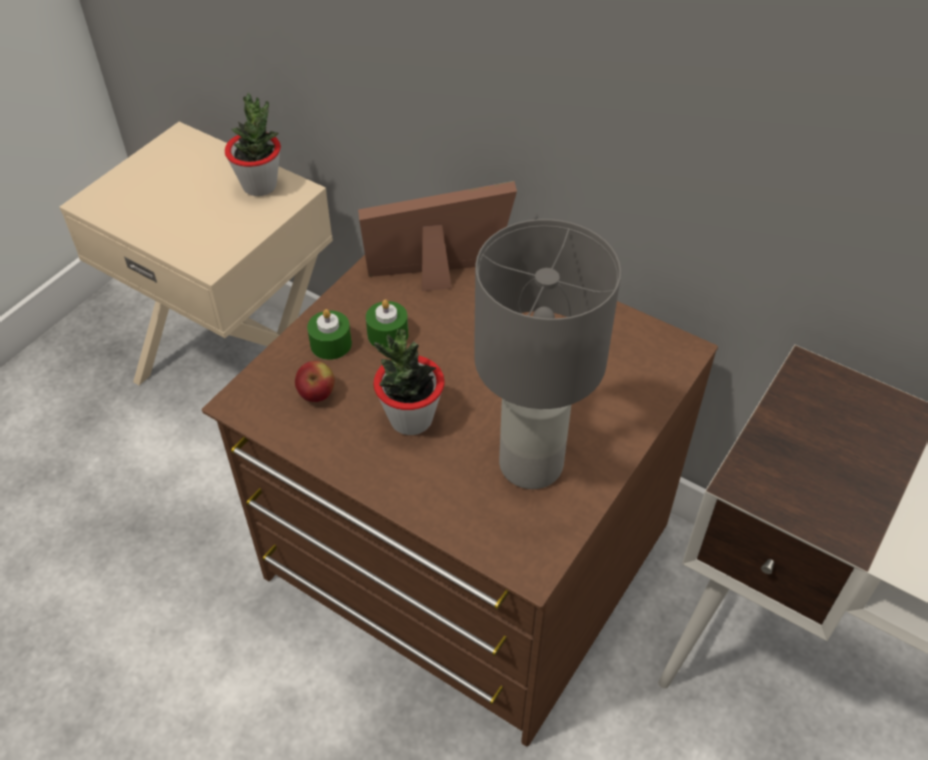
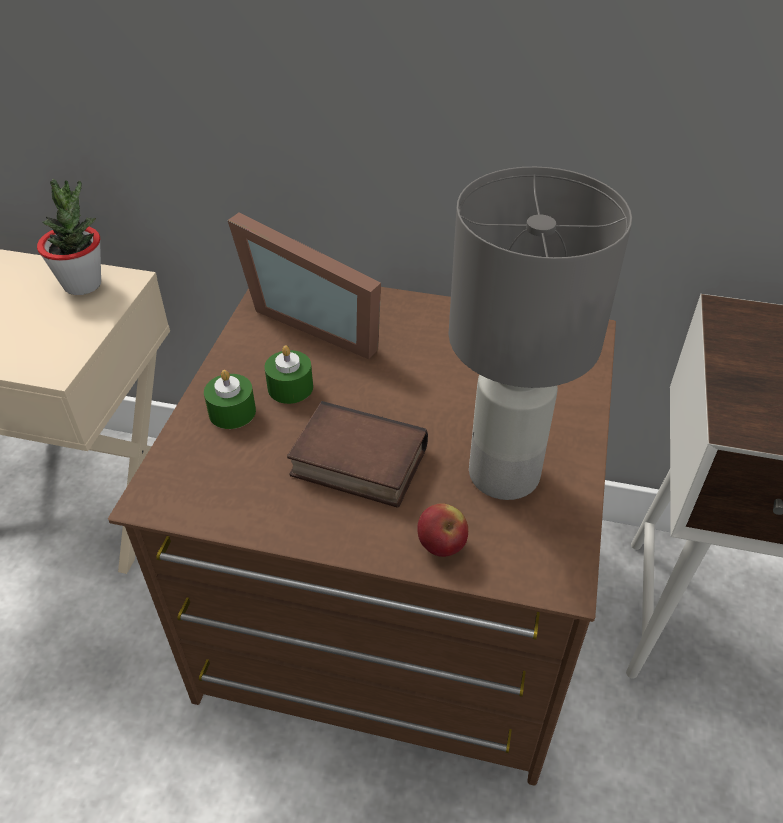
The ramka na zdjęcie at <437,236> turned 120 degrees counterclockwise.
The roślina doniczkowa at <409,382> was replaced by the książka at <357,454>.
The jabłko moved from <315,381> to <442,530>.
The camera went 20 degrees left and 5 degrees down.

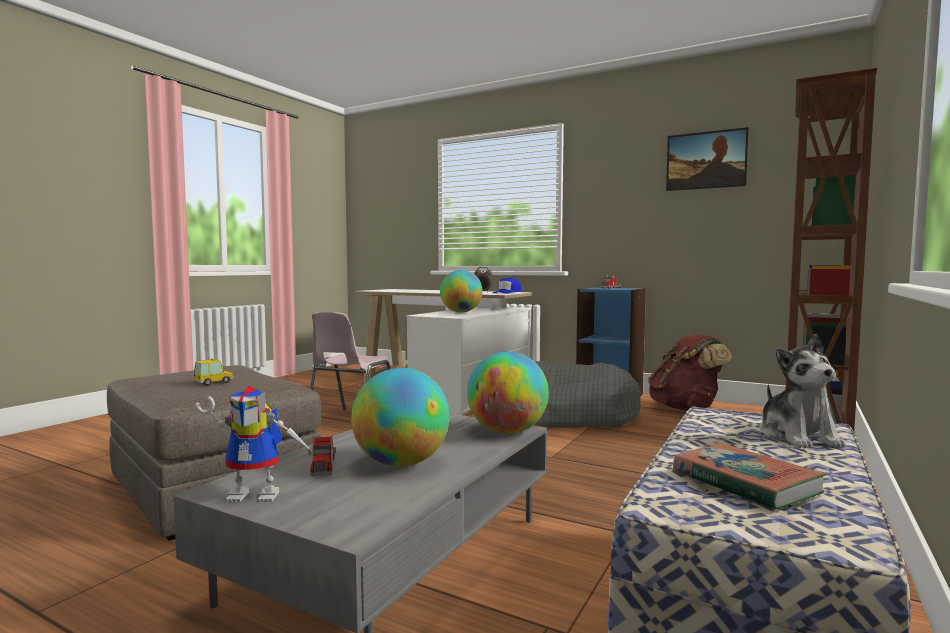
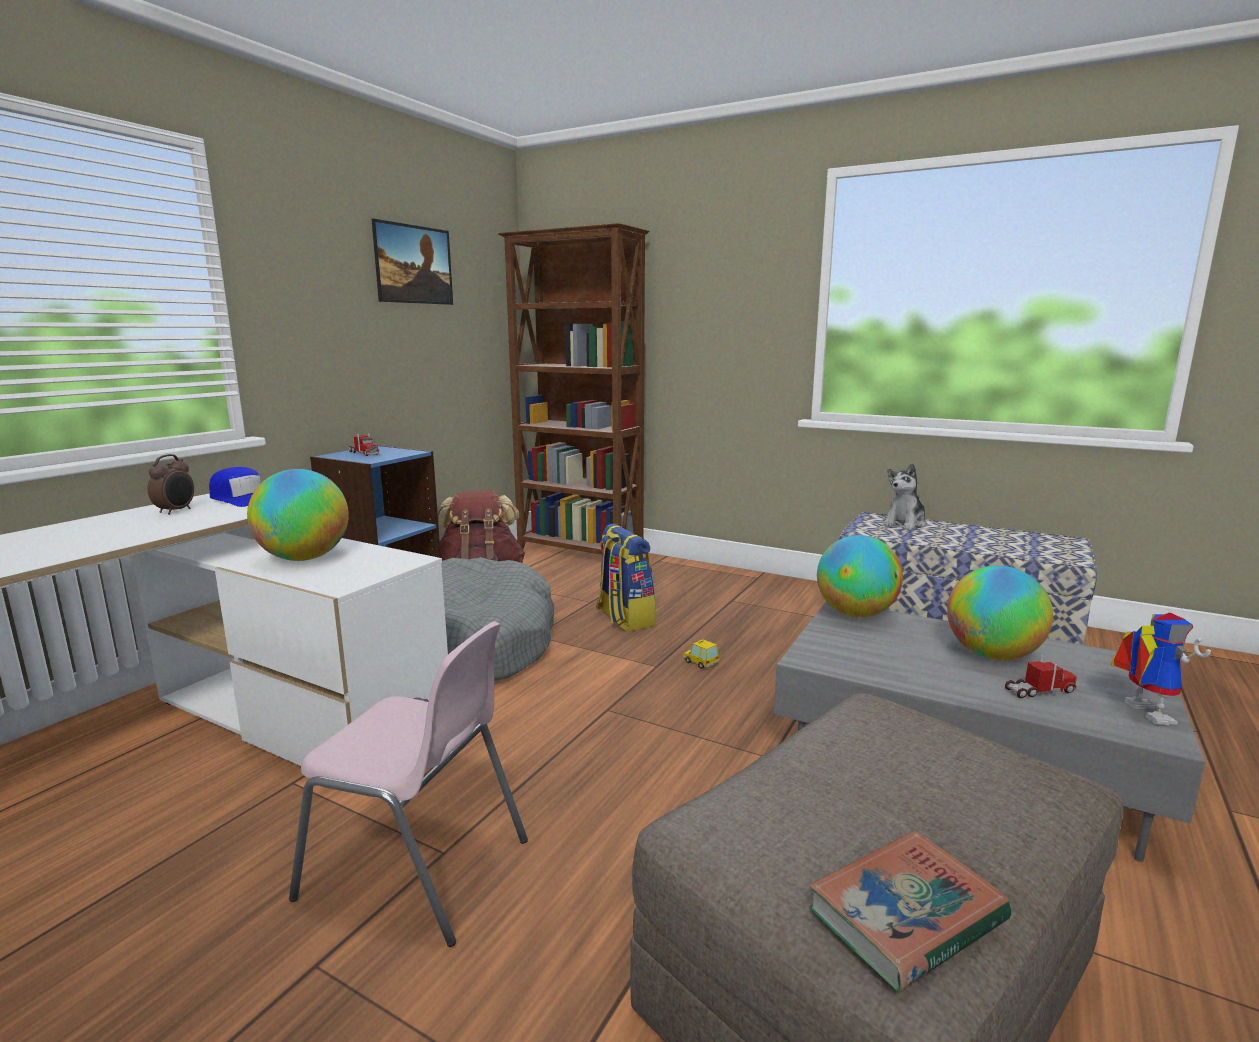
The plecak at <625,577> appeared.
The samochodzik moved from <213,372> to <701,654>.
The książka moved from <749,477> to <910,911>.
The pluszak at <803,391> turned 135 degrees clockwise.
The camera went 90 degrees left and 10 degrees up.

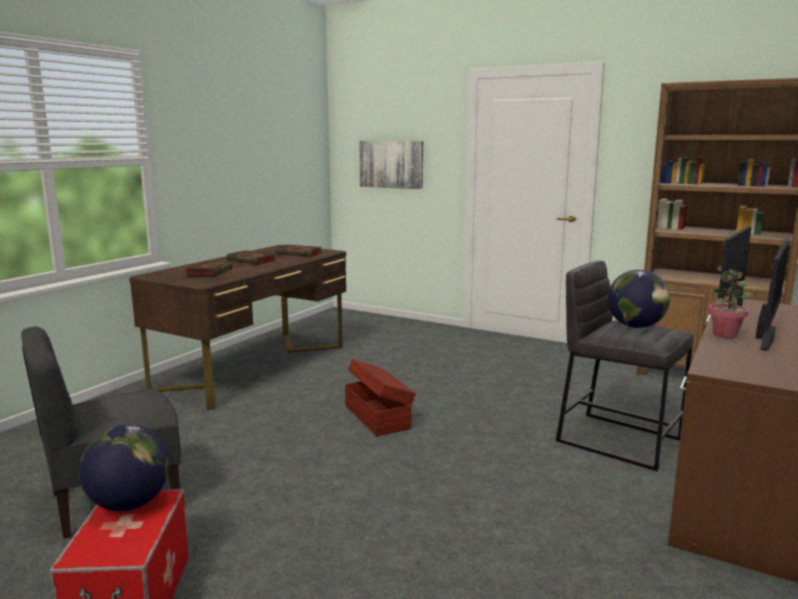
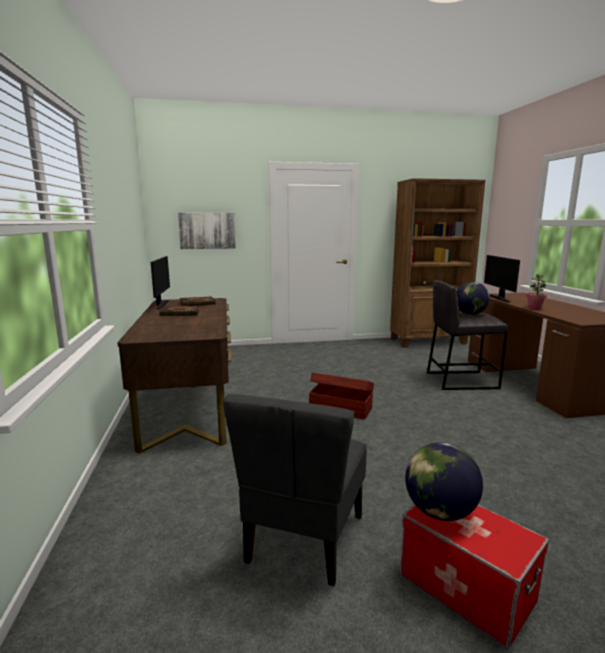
The monitor moved from <772,295> to <160,282>.
The książka at <209,268> disappeared.
The camera went 40 degrees left and 0 degrees up.

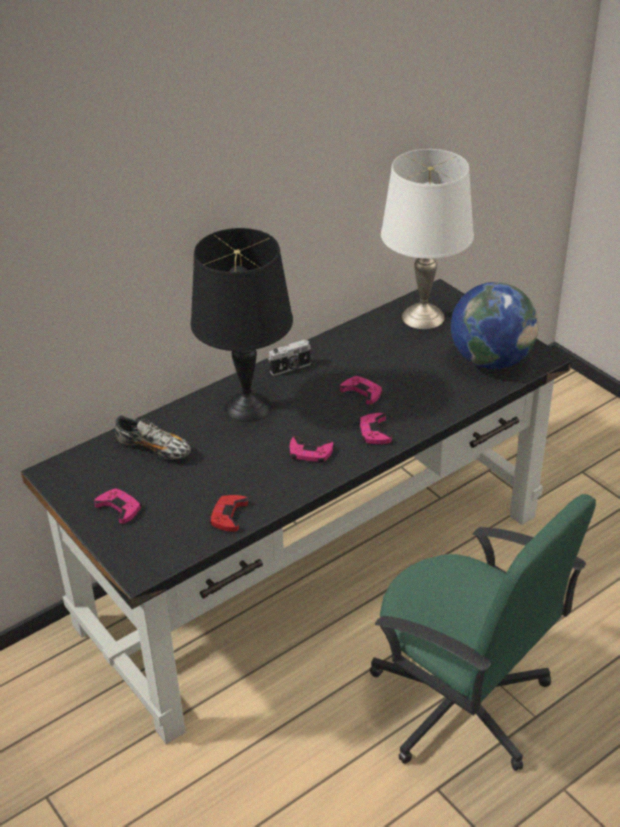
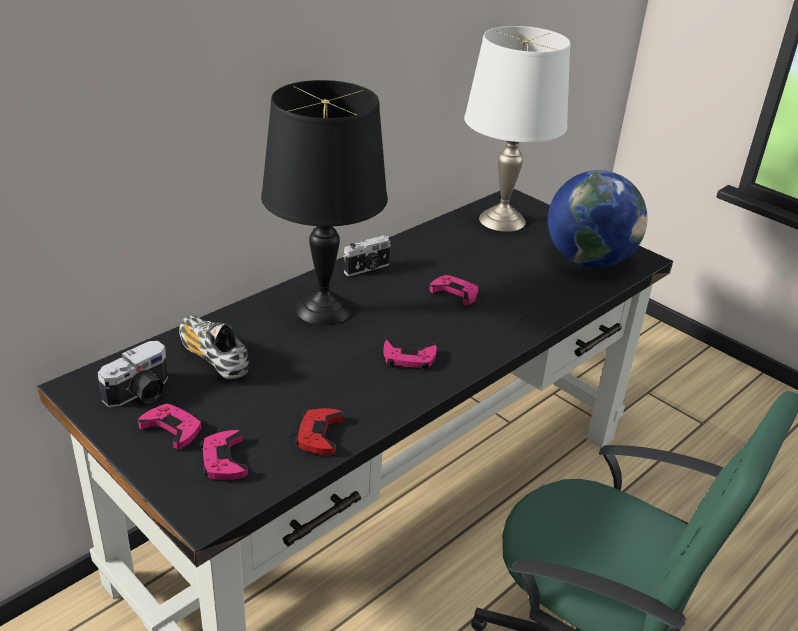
The aparat fotograficzny at <133,374> appeared.
The but at <153,437> turned 150 degrees counterclockwise.
The pad do gier [różowy] moved from <375,428> to <224,455>.
The camera went 10 degrees left and 5 degrees down.

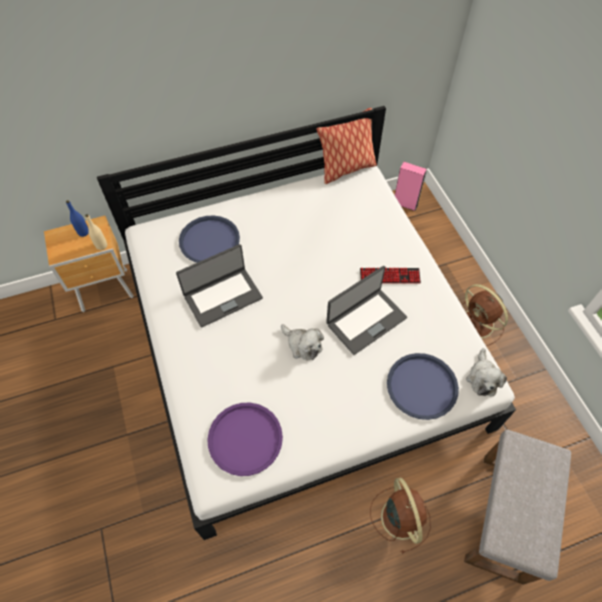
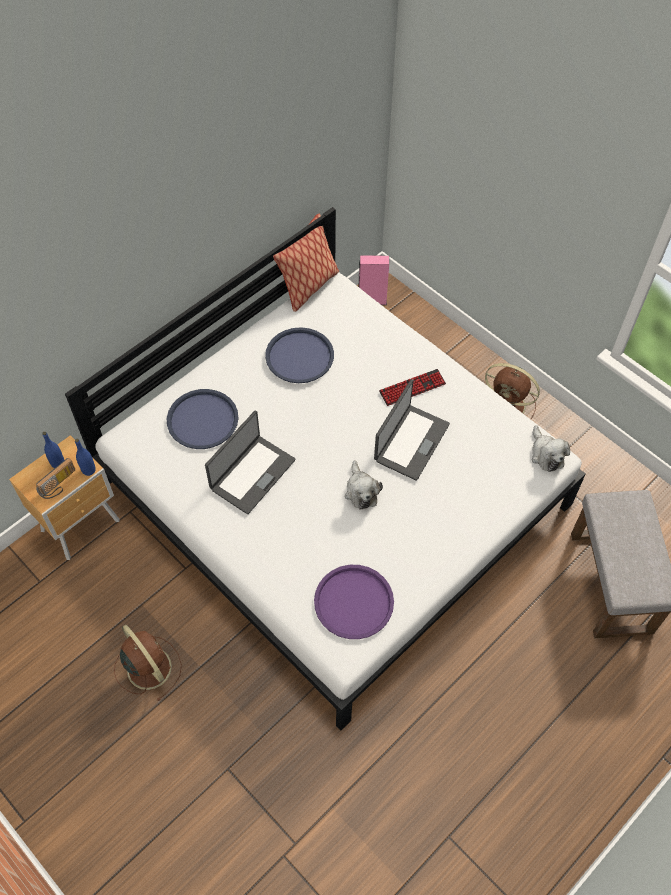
The radio at <55,478> appeared.
The butelka [beżowy] at <96,232> became the butelka [niebieski] at <85,457>.
The wentylator [brązowy] moved from <400,515> to <148,663>.
The taca [niebieski] moved from <423,386> to <299,355>.
The pluszak at <302,342> turned 60 degrees clockwise.
The camera went 25 degrees left and 0 degrees up.

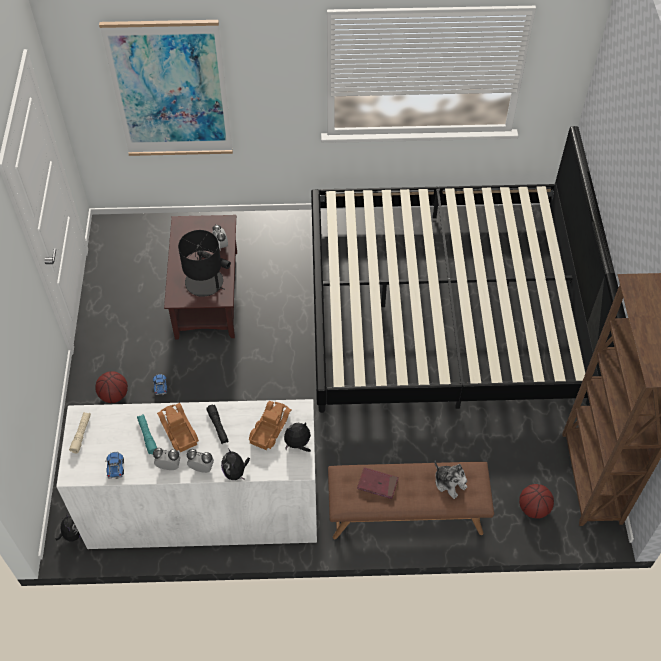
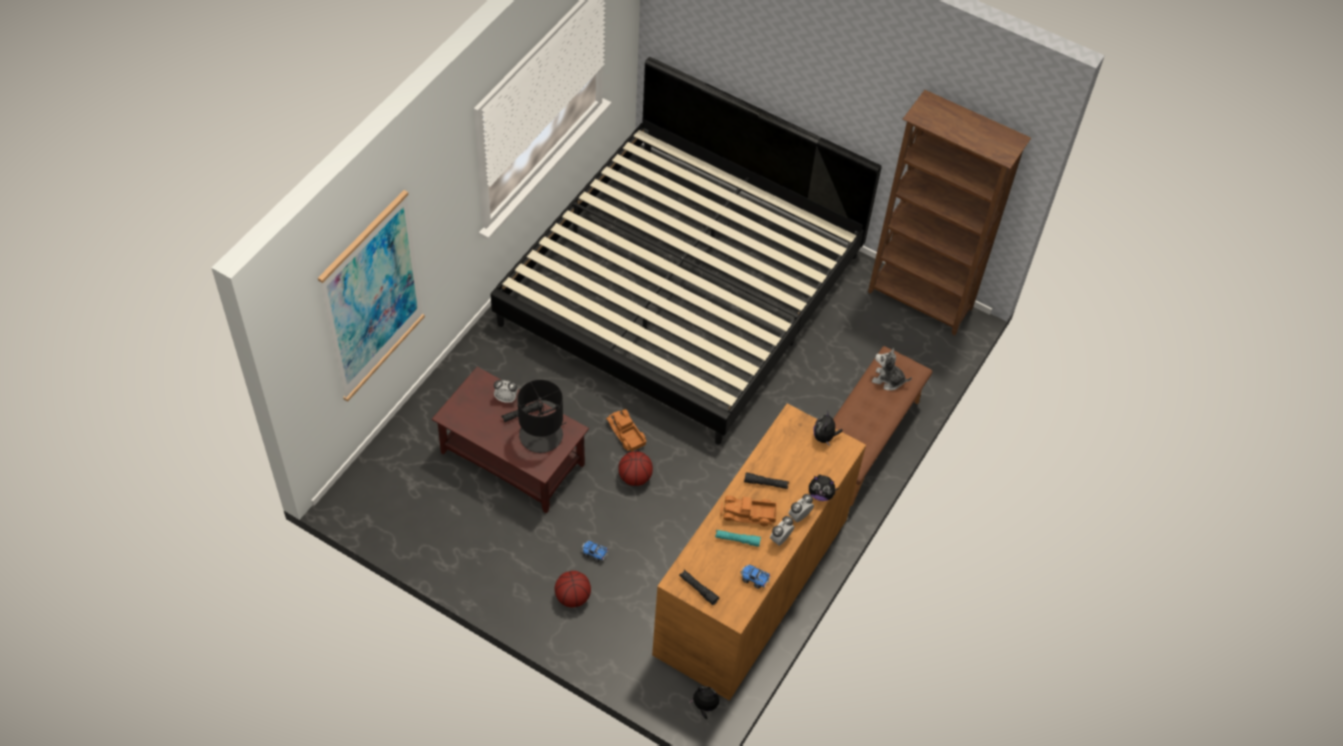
The ciężarówka zabawkowa moved from <270,425> to <626,430>.
The piłka do koszykówki moved from <536,501> to <635,468>.
The komoda [biały] at <186,474> became the komoda [brązowy] at <759,552>.
The latarka [beżowy] at <80,432> became the latarka [czarny] at <699,587>.
The pluszak at <450,480> turned 150 degrees counterclockwise.
The książka [czerwony] at <378,483> disappeared.
The camera went 60 degrees left and 0 degrees up.

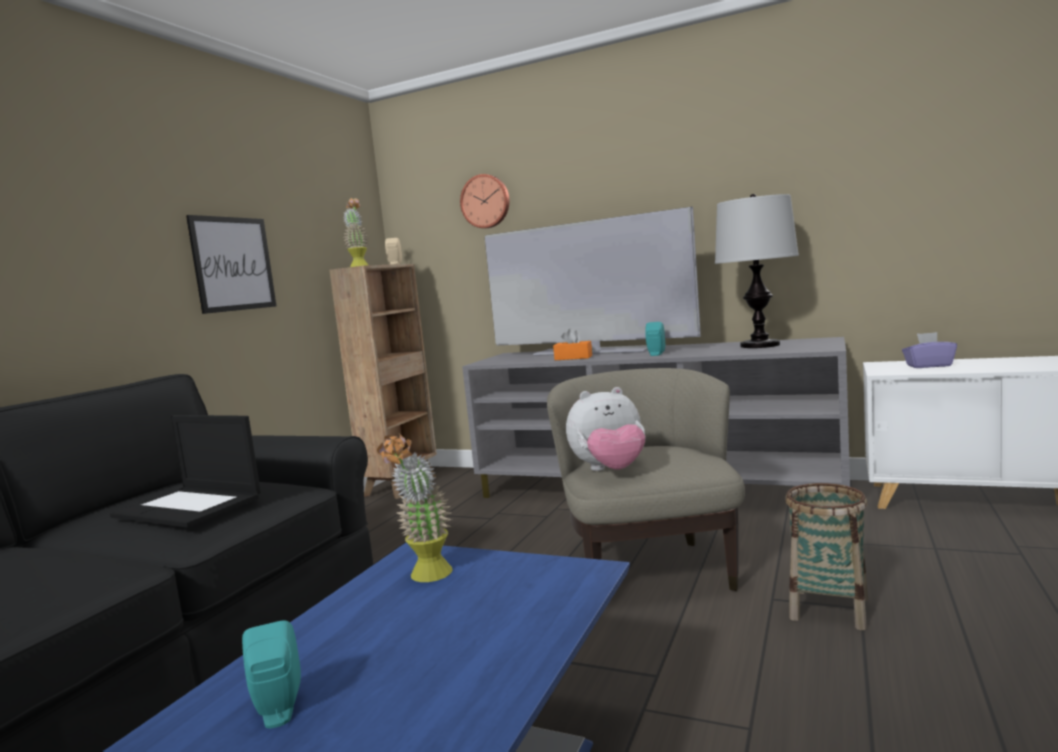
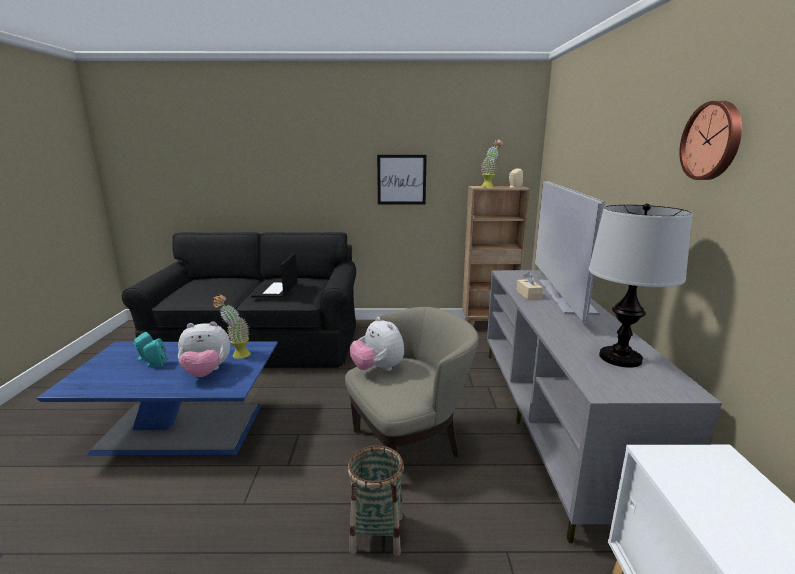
The głośnik [turkusowy] moved from <655,339> to <155,352>.
The pluszak at <204,349> appeared.
The pudełko chusteczek [pomarańczowy] at <572,344> became the pudełko chusteczek [beżowy] at <529,286>.
The zegar ścienny moved from <484,201> to <710,140>.
The pudełko chusteczek [fioletowy] at <929,350> disappeared.
The camera went 65 degrees right and 10 degrees up.

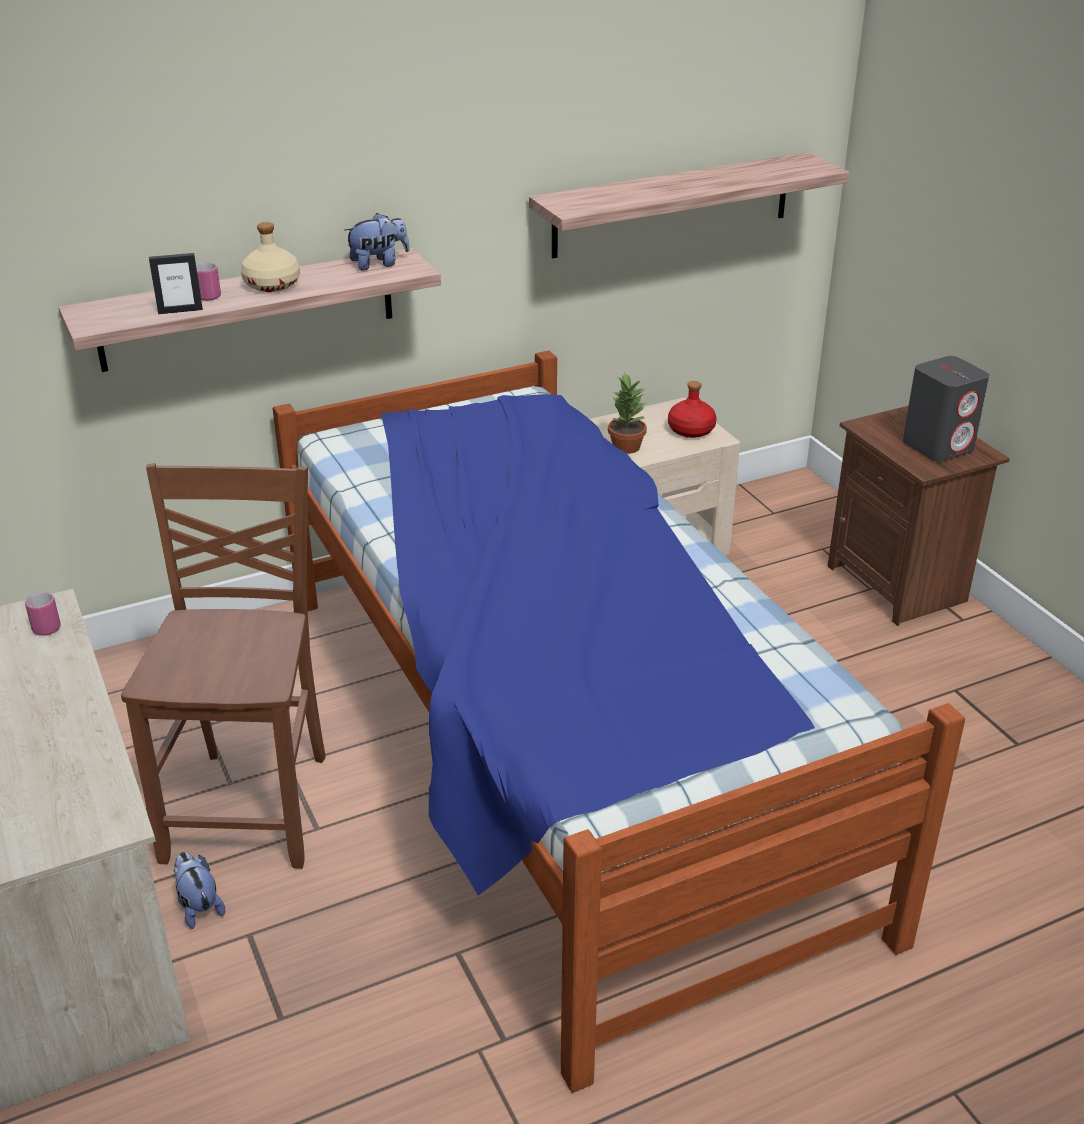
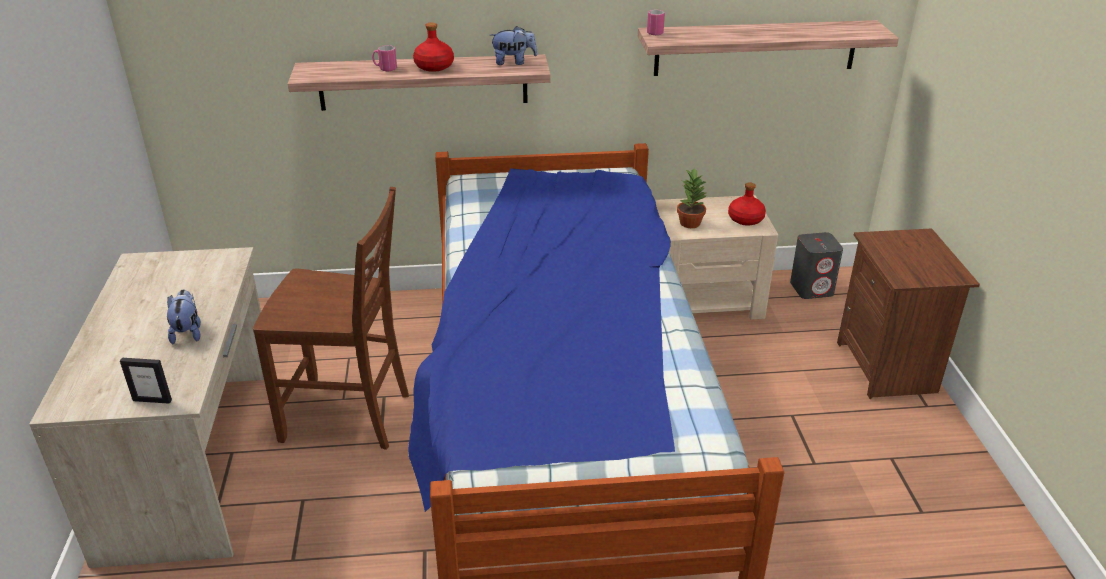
The ramka na zdjęcie moved from <176,283> to <146,381>.
The pluszak moved from <199,890> to <184,316>.
The krzesło [brązowy] at <223,666> turned 75 degrees clockwise.
The butelka [beżowy] at <270,257> became the butelka [czerwony] at <433,47>.
The kubek [różowy] moved from <43,614> to <656,22>.
The głośnik [szary] moved from <946,409> to <816,265>.
The camera went 20 degrees right and 0 degrees up.

